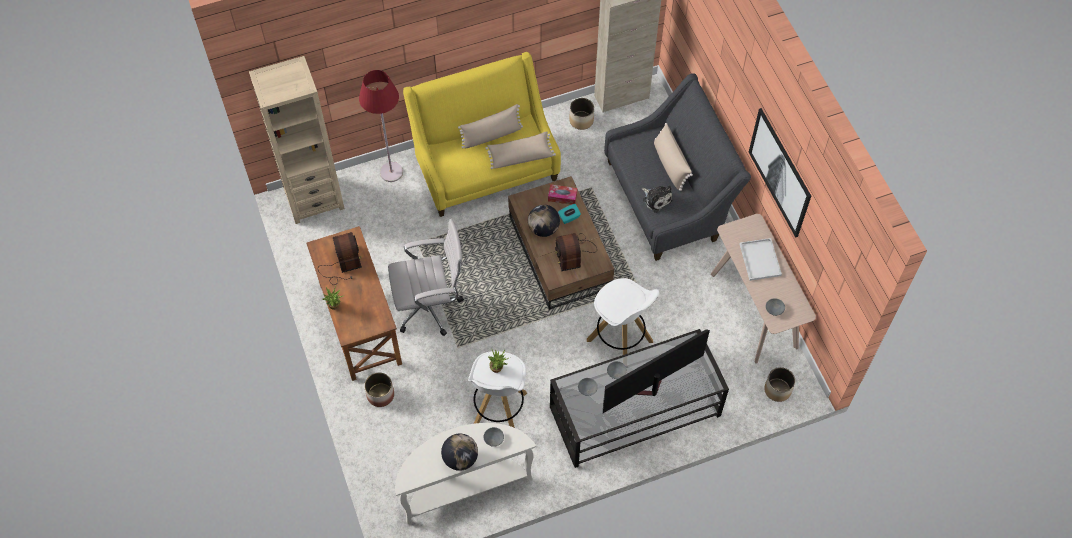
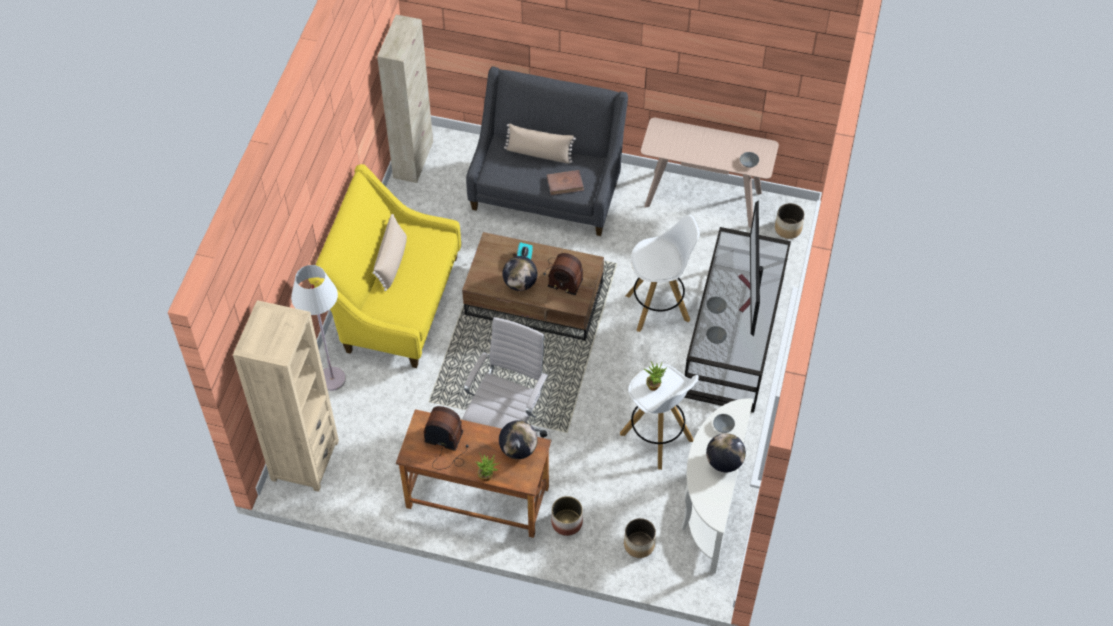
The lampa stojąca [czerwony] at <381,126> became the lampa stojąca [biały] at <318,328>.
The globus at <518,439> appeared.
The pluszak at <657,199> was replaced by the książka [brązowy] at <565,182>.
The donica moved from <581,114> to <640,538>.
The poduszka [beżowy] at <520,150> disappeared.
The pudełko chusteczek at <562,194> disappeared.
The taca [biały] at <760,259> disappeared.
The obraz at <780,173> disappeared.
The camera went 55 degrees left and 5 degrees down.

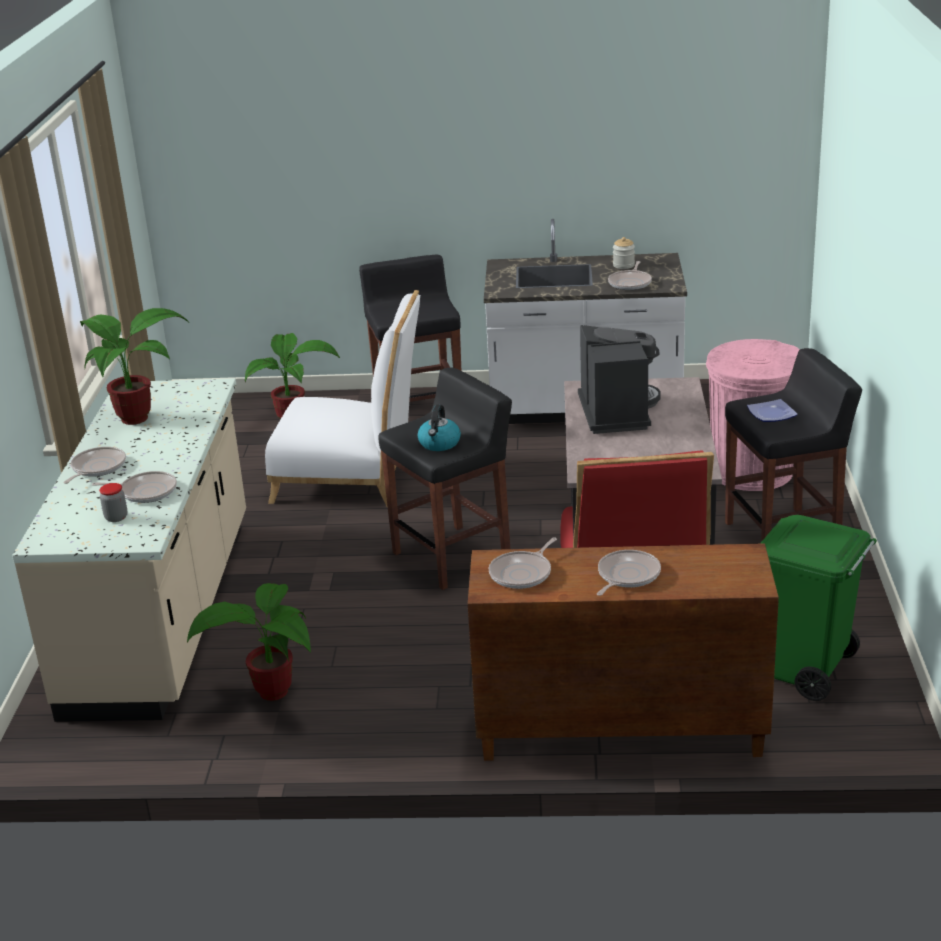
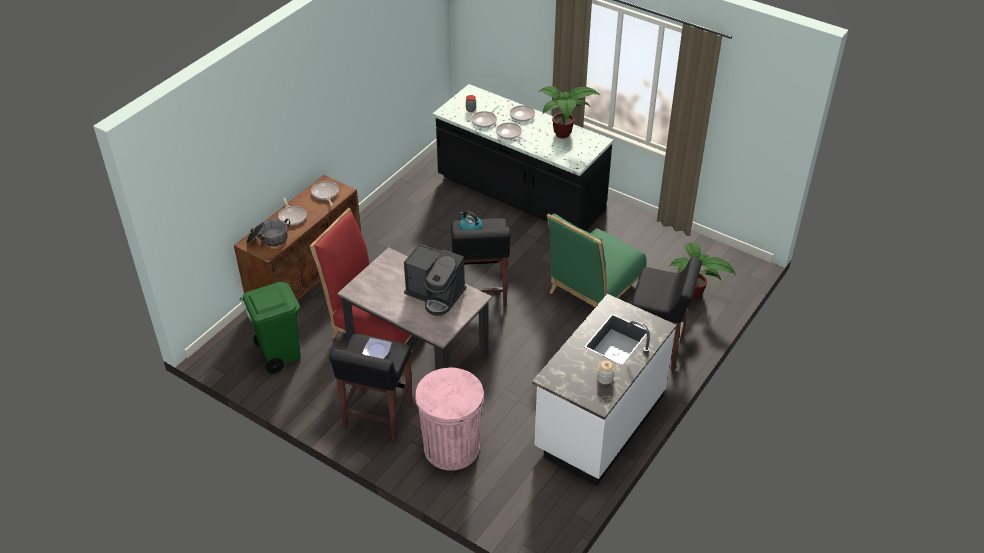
The garnek at <268,233> appeared.
The zabudowa kuchenna [beżowy] at <129,550> became the zabudowa kuchenna [czarny] at <523,157>.
The patelnia moved from <630,275> to <511,132>.
The krzesło [biały] at <342,398> became the krzesło [zielony] at <596,260>.
The roślina doniczkowa at <249,642> disappeared.
The camera went 120 degrees right and 15 degrees up.

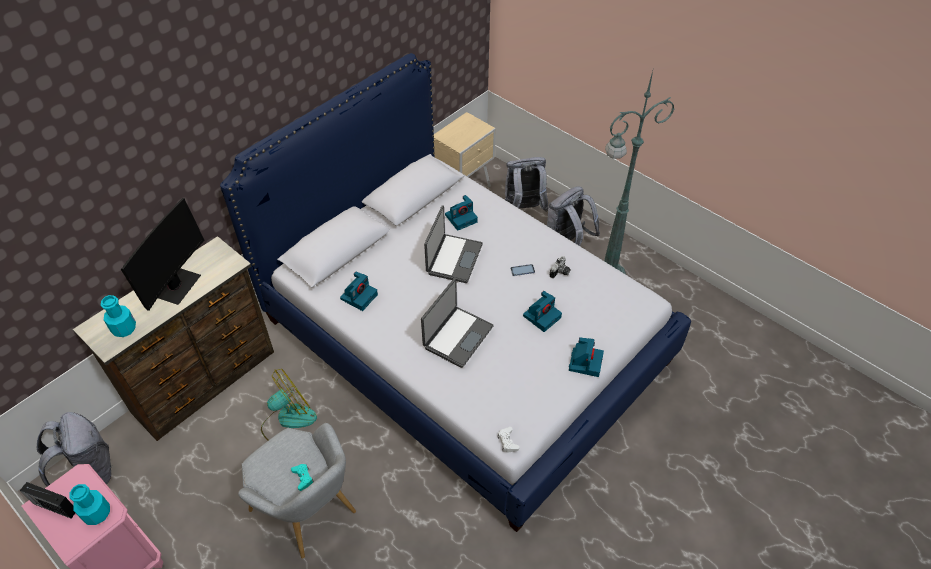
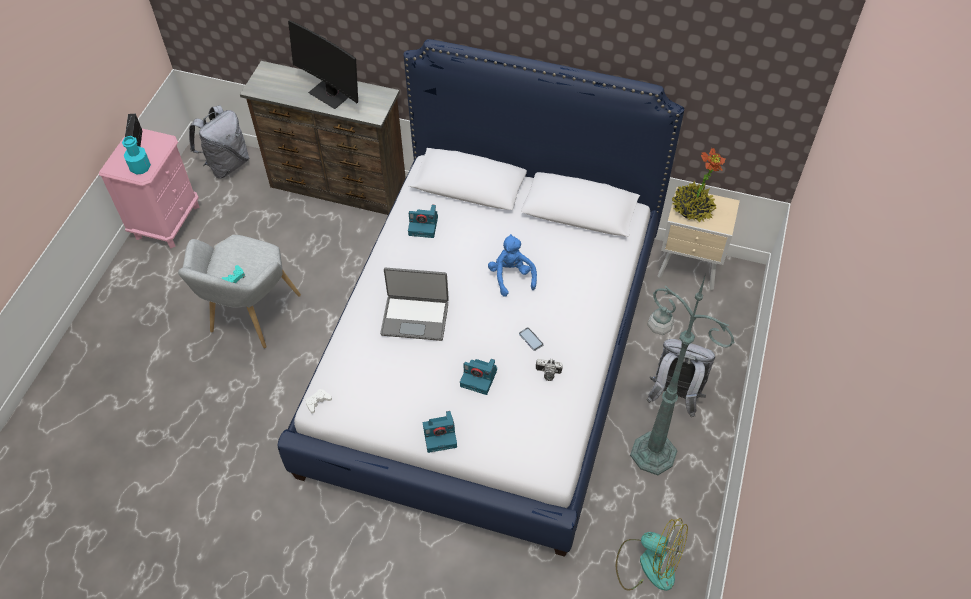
The monitor at <163,254> turned 45 degrees clockwise.
The laptop at <453,244> was replaced by the pluszak [niebieski] at <512,265>.
The wentylator moved from <289,405> to <652,554>.
The roślina doniczkowa at <698,185> appeared.
The butelka [turkusowy] at <118,316> disappeared.
The aparat fotograficzny at <461,213> disappeared.
The plecak [szary] at <526,184> disappeared.
The camera went 65 degrees right and 5 degrees up.

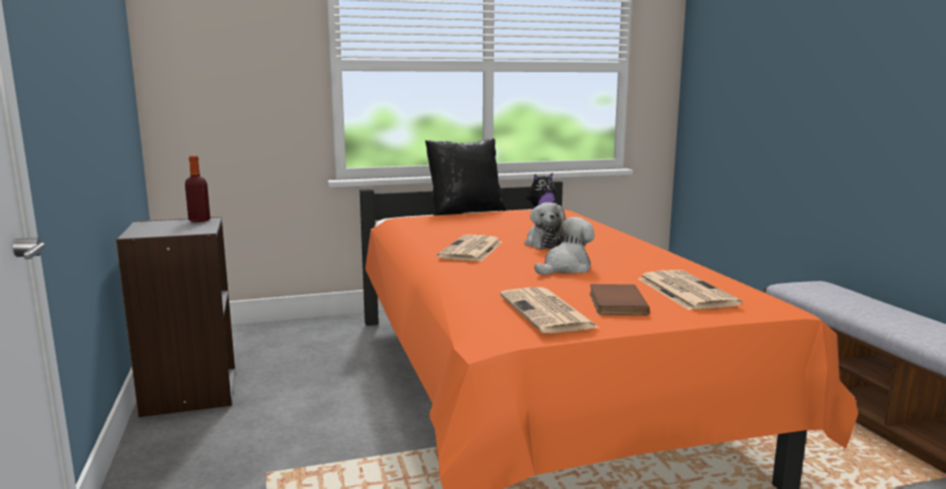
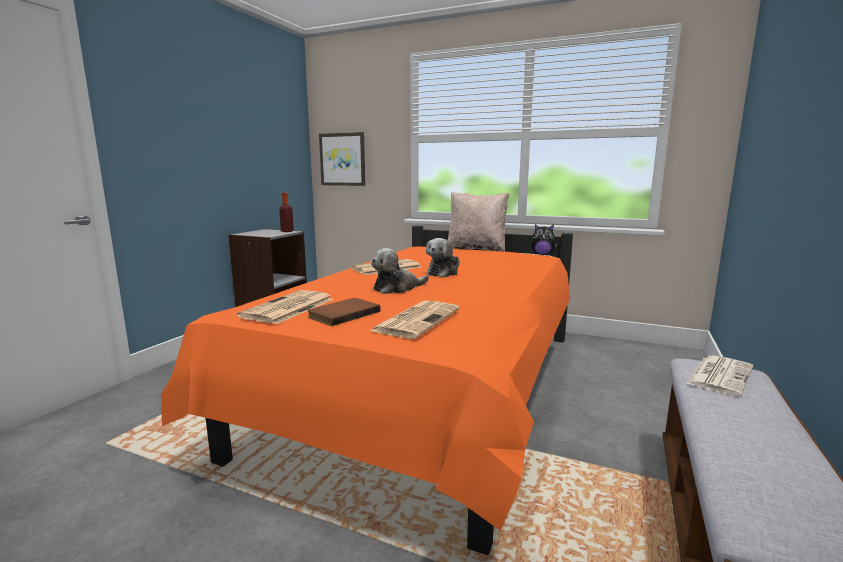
The obraz at <342,159> appeared.
The pluszak at <565,246> turned 150 degrees clockwise.
The poduszka [czarny] at <465,176> became the poduszka [beżowy] at <479,222>.
The gazeta at <719,376> appeared.
The camera went 40 degrees right and 0 degrees up.

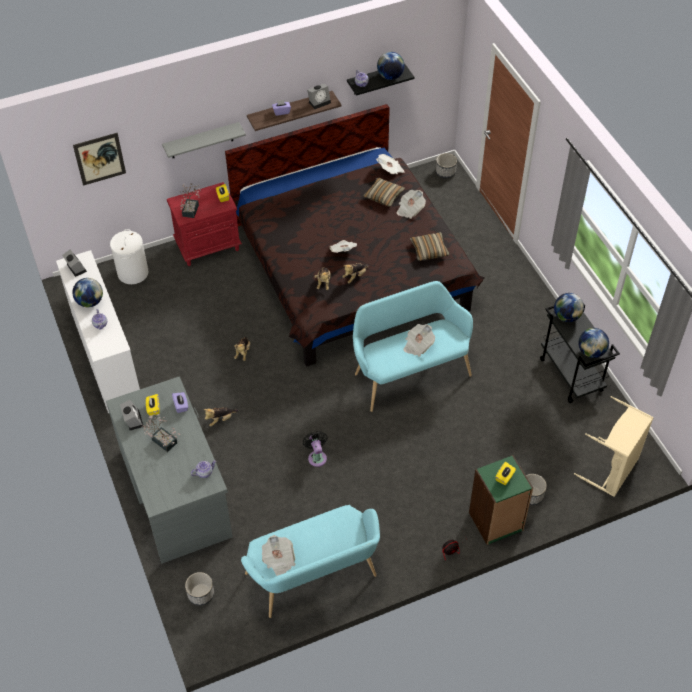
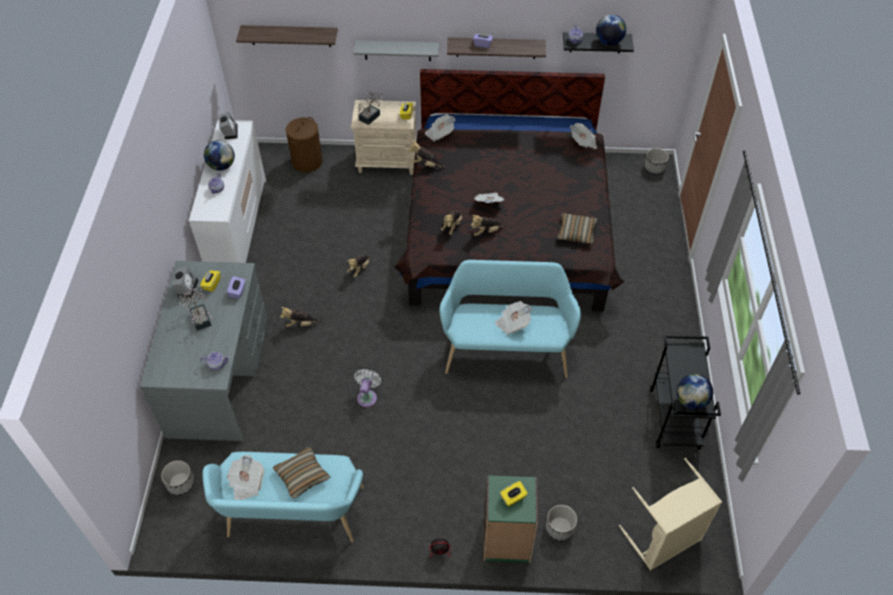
The obraz at <99,159> was replaced by the półka at <287,36>.
The poduszka moved from <384,192> to <301,473>.
The kosz na pranie [biały] at <129,256> became the kosz na pranie [brązowy] at <304,144>.
The szafka nocna [czerwony] at <204,224> became the szafka nocna [beżowy] at <384,137>.
The wentylator [czarny] at <315,449> became the wentylator [biały] at <367,388>.
The pluszak at <427,154> appeared.
The gazeta moved from <411,204> to <440,128>.
The budzik at <319,96> disappeared.
The globus at <569,307> disappeared.
The camera went 25 degrees right and 0 degrees up.

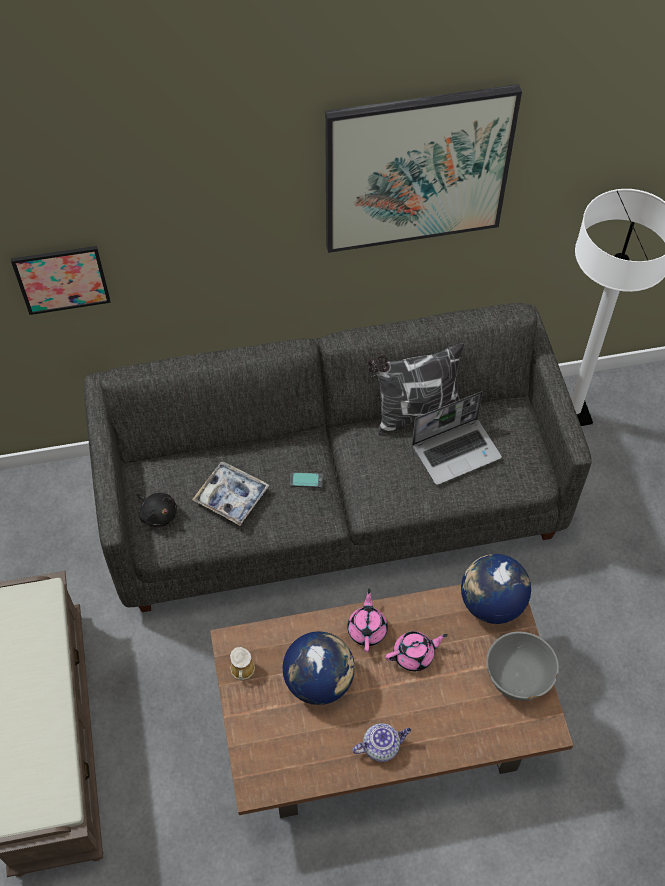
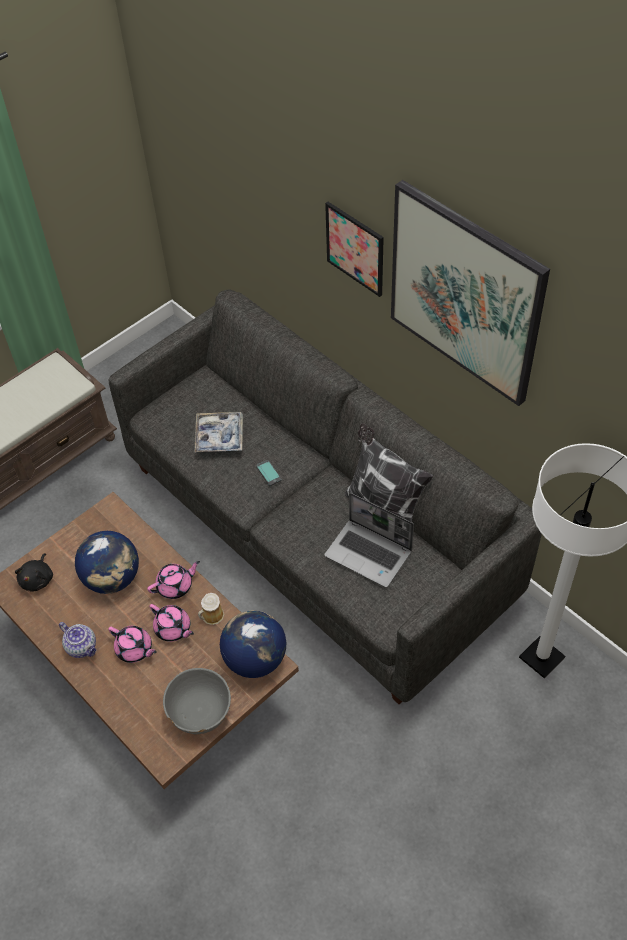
The pluszak [czarny] moved from <157,510> to <34,572>.
The imbryk [różowy] at <132,644> appeared.
The kubek moved from <242,663> to <211,609>.
The obraz moved from <61,280> to <354,249>.
The camera went 60 degrees right and 5 degrees down.

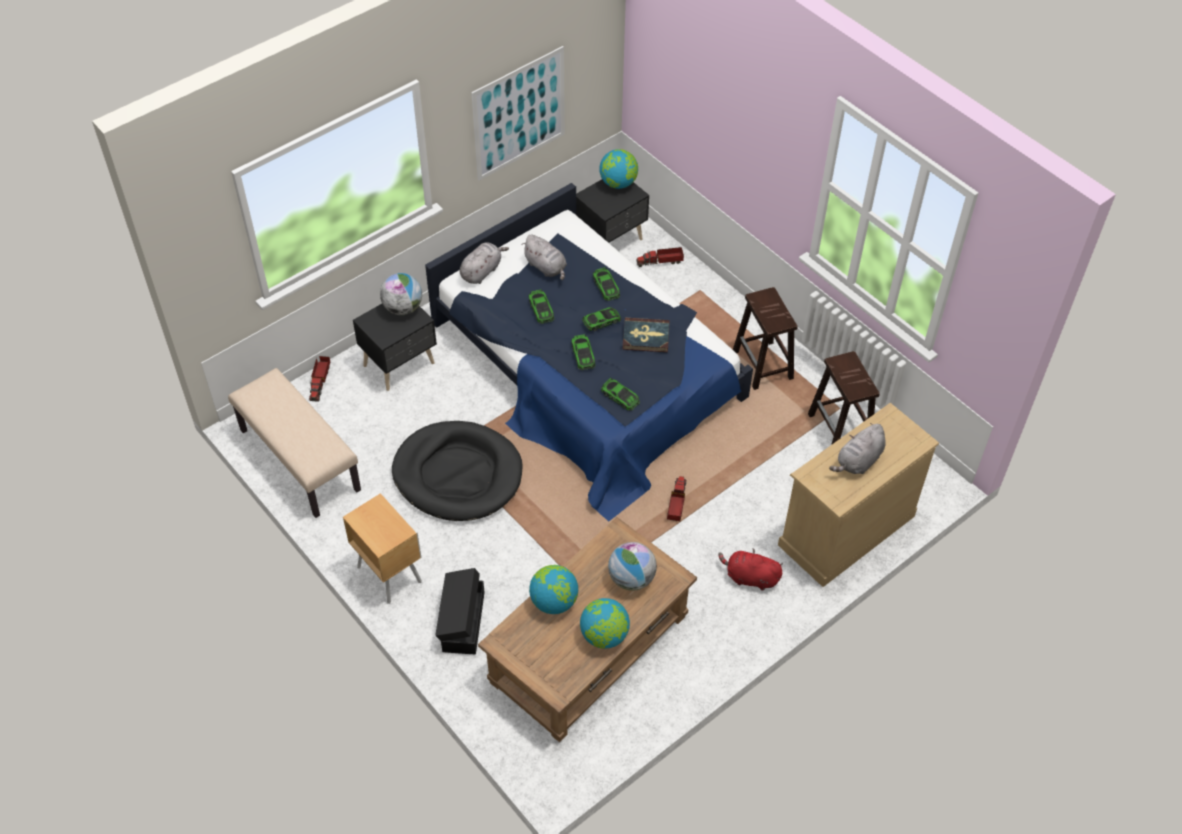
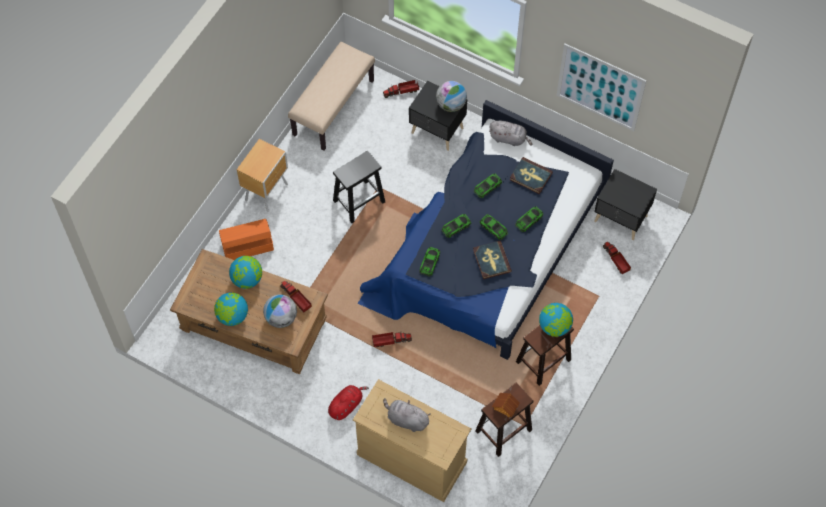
The pojemnik do przechowywania [czarny] at <459,611> became the pojemnik do przechowywania [pomarańczowy] at <246,239>.
The ciężarówka zabawkowa at <296,296> appeared.
The pluszak [czerwony] at <750,570> turned 45 degrees clockwise.
The legowisko [czarny] at <457,471> was replaced by the stołek [czarny] at <359,187>.
The domek at <506,405> appeared.
The pluszak [szary] at <544,257> was replaced by the książka at <531,175>.
The globus moved from <618,169> to <556,320>.
The camera went 70 degrees right and 10 degrees up.

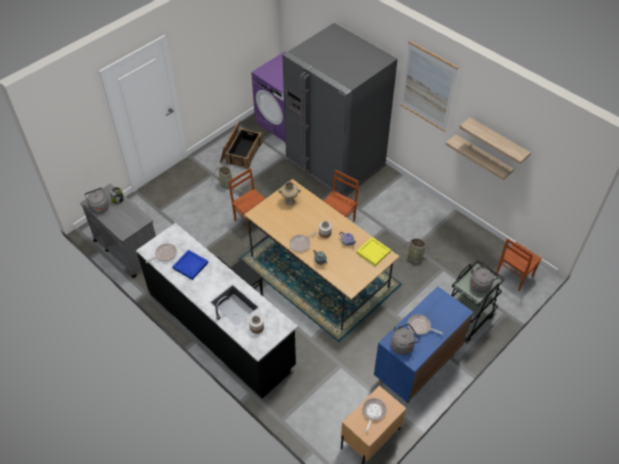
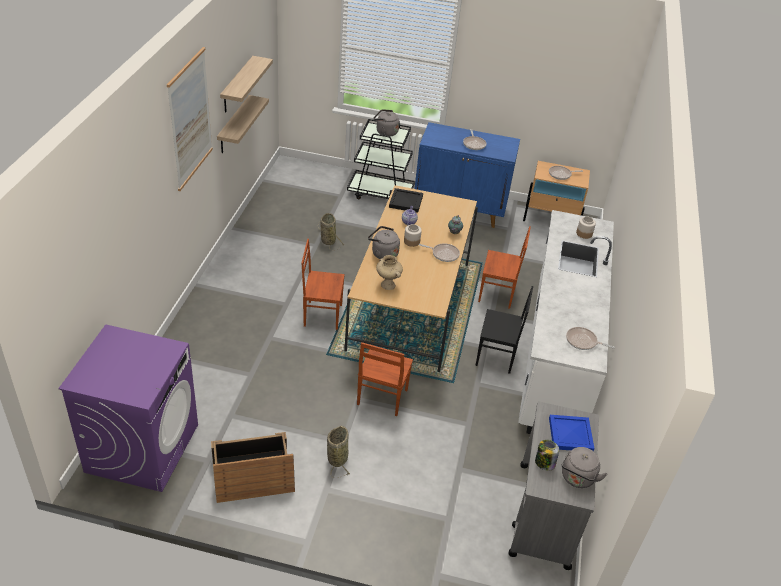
The czajnik [szary] moved from <405,339> to <384,242>.
The taca [żółty] at <373,251> became the taca [czarny] at <406,200>.
The krzesło [brązowy] moved from <519,264> to <504,267>.
The zabudowa kuchenna [czarny] at <217,311> became the zabudowa kuchenna [biały] at <566,322>.
The taca [niebieski] moved from <190,265> to <572,433>.
The lodówka [szary] at <340,109> disappeared.
The camera went 125 degrees left and 10 degrees down.

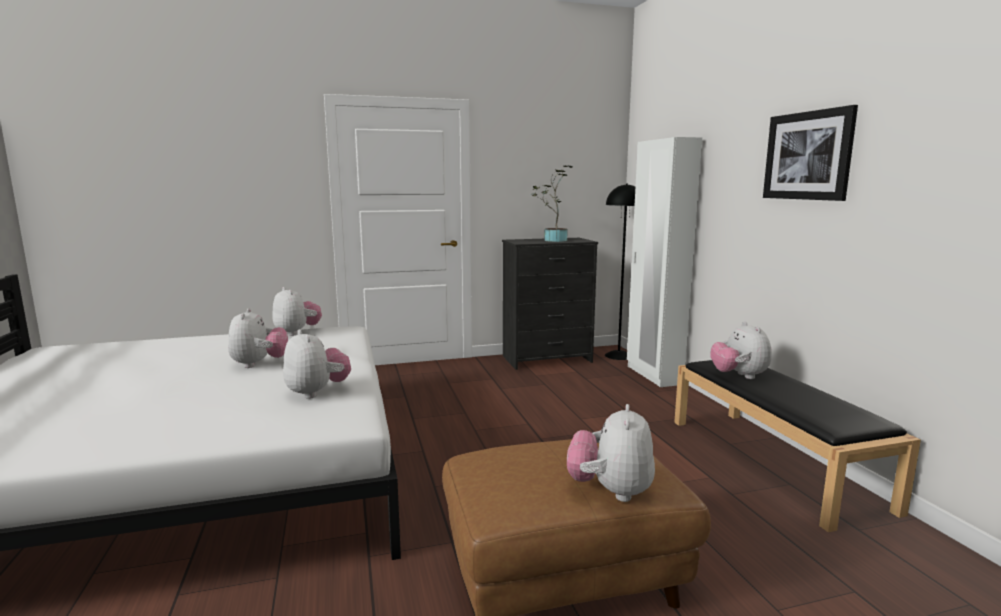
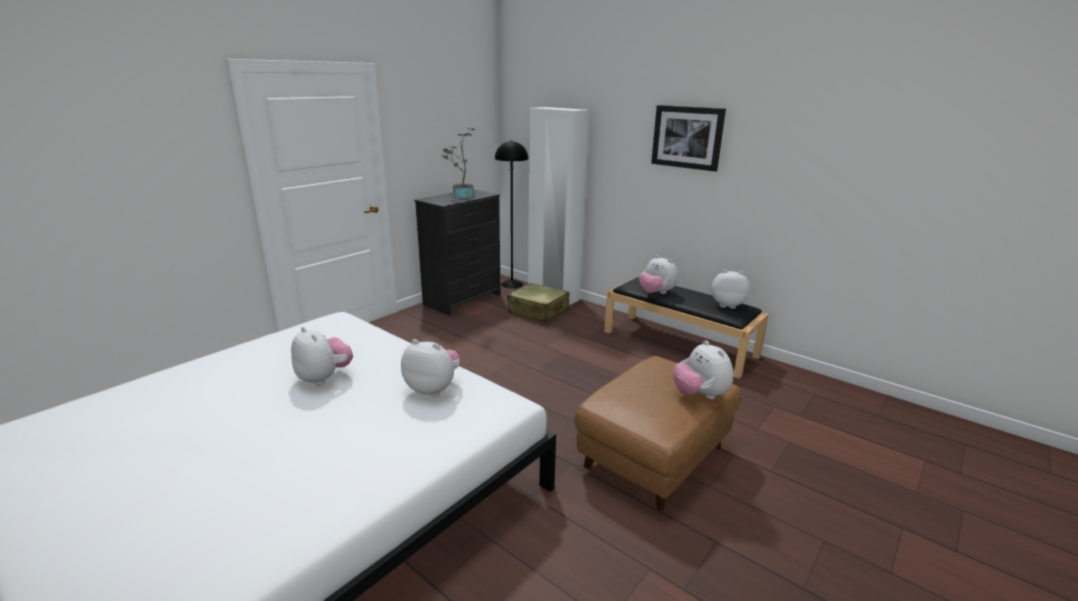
The walizka [beżowy] at <538,303> appeared.
The pluszak moved from <297,311> to <730,289>.
The camera went 35 degrees left and 10 degrees up.

